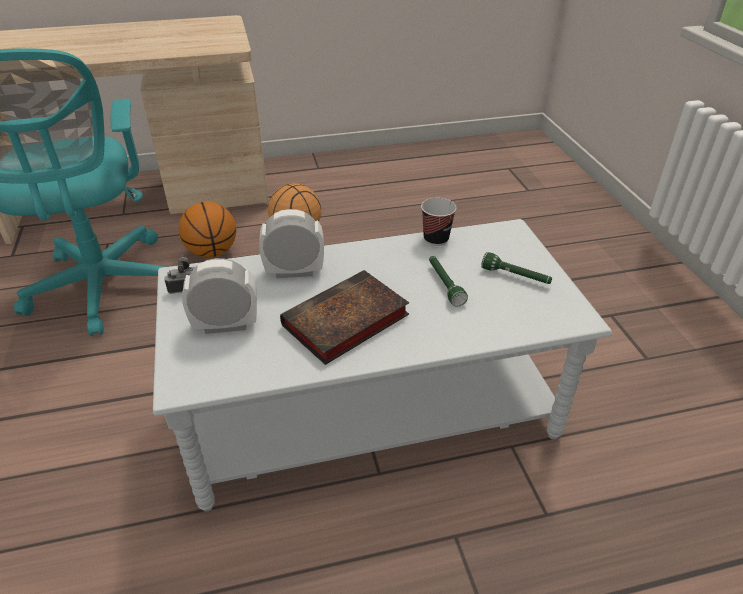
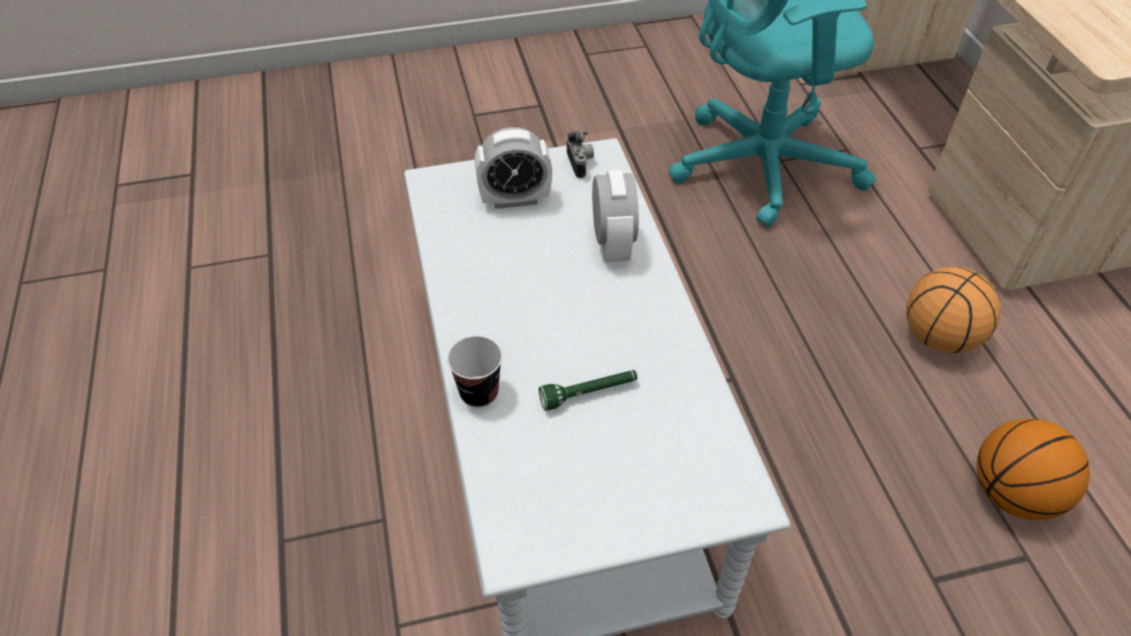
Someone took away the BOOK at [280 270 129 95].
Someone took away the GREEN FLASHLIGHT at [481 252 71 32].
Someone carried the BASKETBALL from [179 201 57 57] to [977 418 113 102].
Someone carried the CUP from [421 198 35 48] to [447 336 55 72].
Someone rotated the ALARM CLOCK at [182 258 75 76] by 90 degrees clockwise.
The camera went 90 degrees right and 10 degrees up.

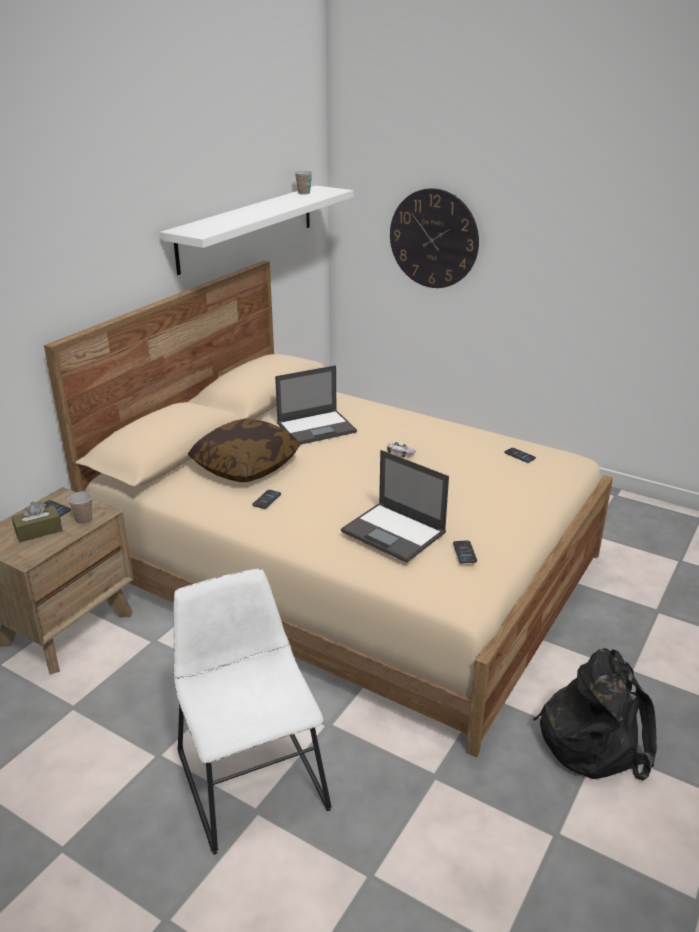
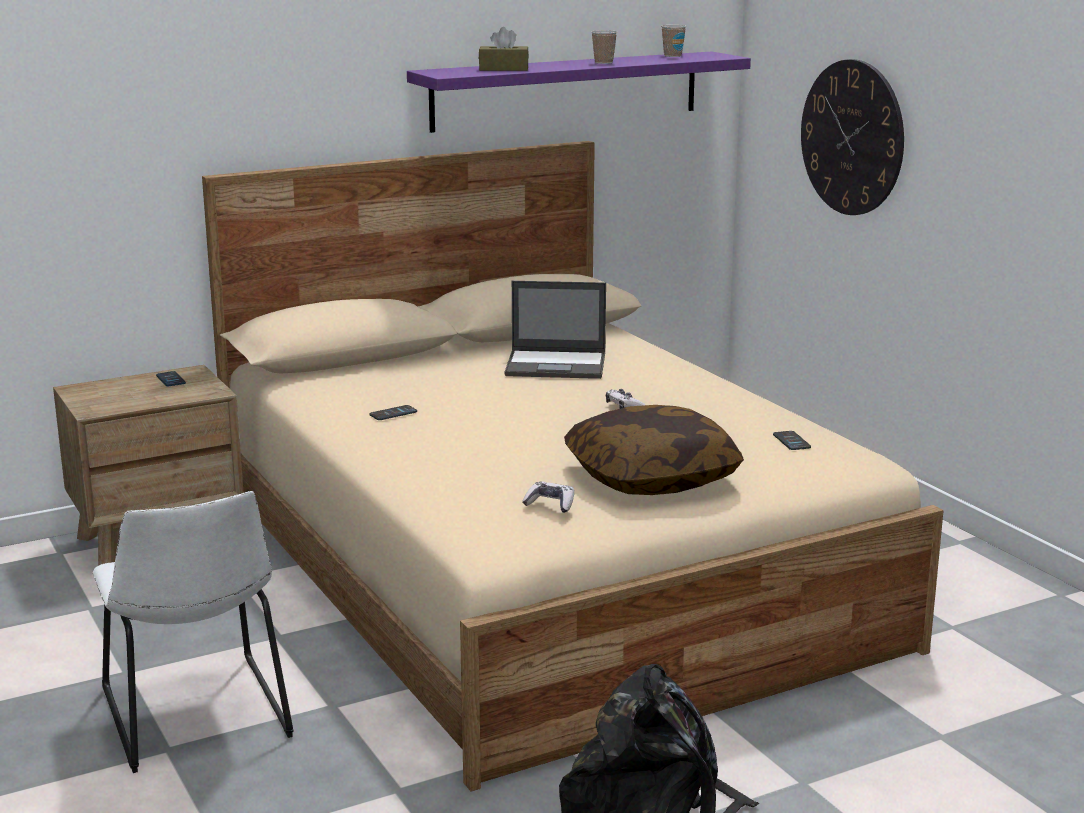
Someone took away the LAPTOP at [341 450 108 113].
Someone carried the BROWN TISSUE BOX from [12 502 51 40] to [479 27 50 44].
Someone carried the CUP from [68 492 24 32] to [591 30 26 34].
Someone carried the PILLOW from [188 419 113 63] to [564 405 180 90].
Someone swapped the PHONE at [453 541 24 22] for the GAME CONTROLLER at [522 481 52 32].
Someone repainted the WHITE SHELF at [160 186 193 89], which became the PURPLE SHELF at [407 51 344 82].
Someone rotated the WHITE CHAIR at [174 569 158 285] by 150 degrees clockwise.
The camera went 30 degrees right and 10 degrees down.

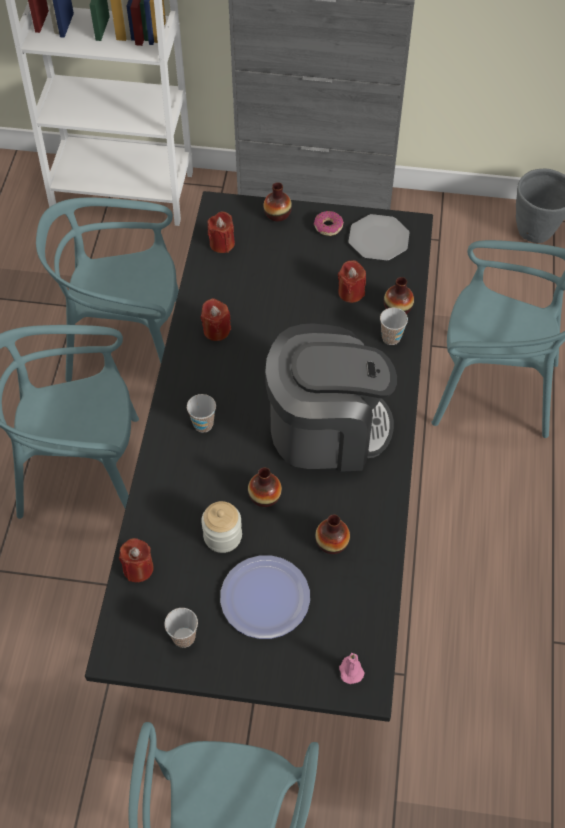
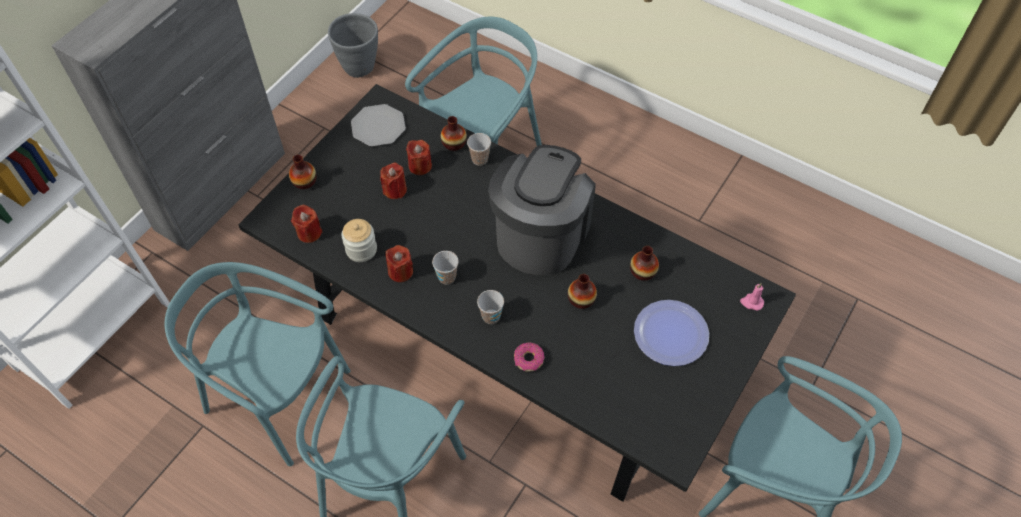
Someone carried the RED CANDLE from [119 538 35 44] to [380 163 27 36].
Someone carried the CUP from [164 608 34 40] to [432 251 26 34].
Someone carried the JAR from [201 501 41 52] to [341 219 36 43].
Someone carried the DONUT from [314 211 30 25] to [514 342 31 30].
Someone rotated the TURQUOISE CHAIR at [36 197 143 185] by 90 degrees clockwise.
The camera went 65 degrees left and 0 degrees up.

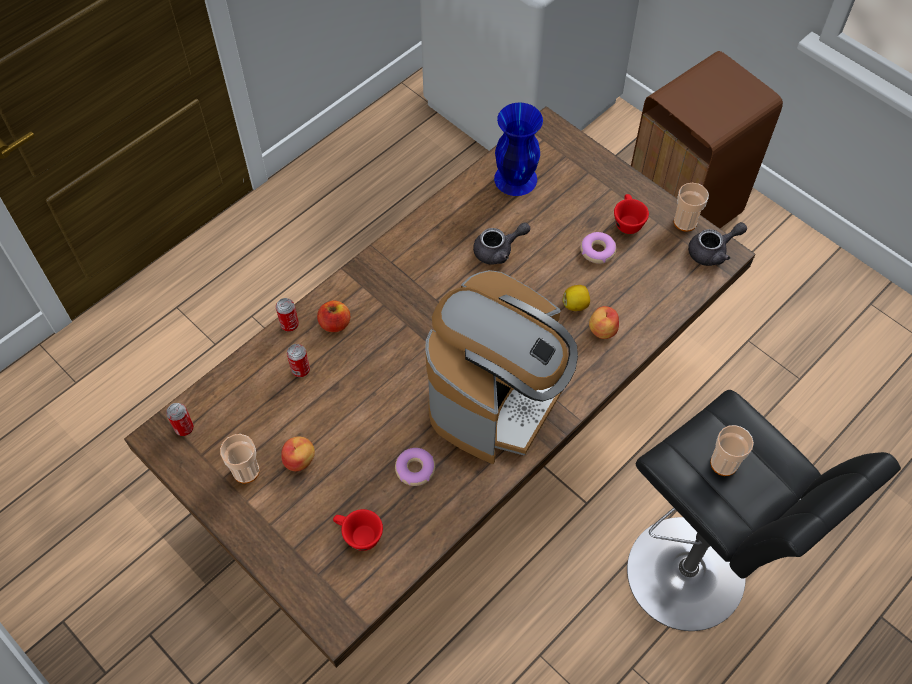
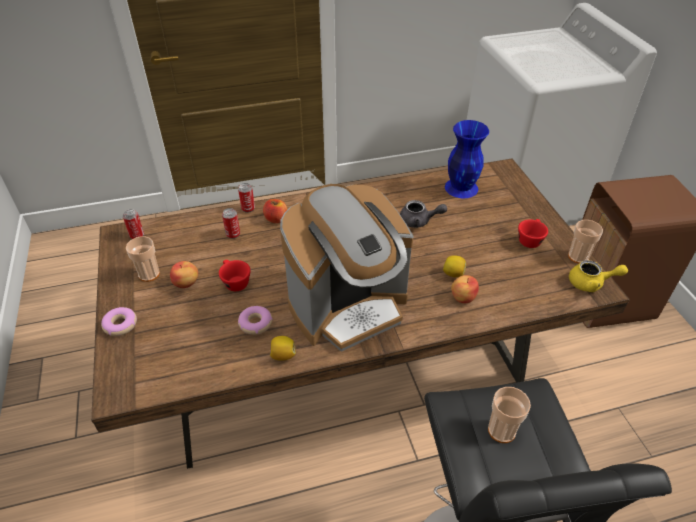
Someone put down the LEMON at [270 336 26 25].
Someone carried the RED CUP from [333 509 50 42] to [219 260 32 31].
Someone carried the DONUT from [581 232 35 32] to [101 307 36 29].
Someone repainted the GREY TEAPOT at [688 222 59 44], which became the YELLOW TEAPOT at [569 260 59 32].
The camera went 30 degrees right and 15 degrees down.

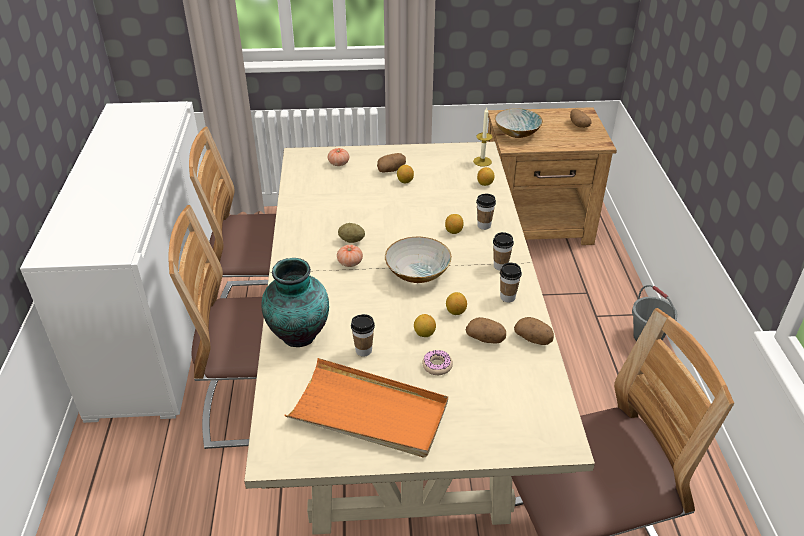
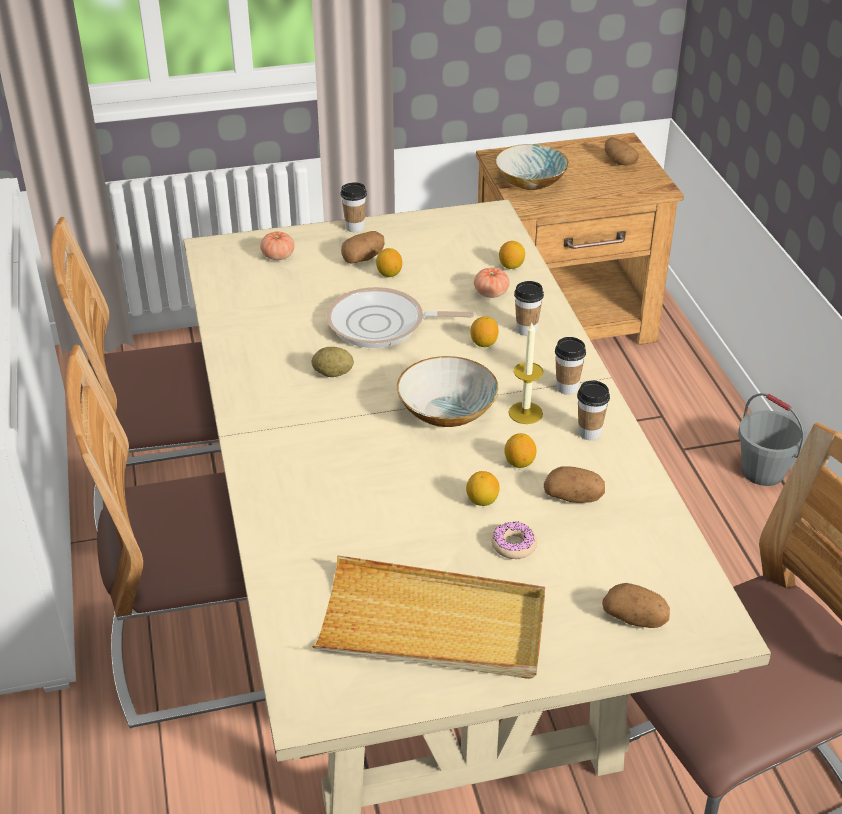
Someone took away the VASE at [261 258 68 89].
Someone put down the FRYING PAN at [326 287 148 61].
Someone carried the TOMATO from [337 245 26 22] to [474 268 36 30].
Someone carried the CUP from [351 314 24 43] to [341 182 26 50].
Someone carried the CANDLE from [473 108 19 59] to [508 323 36 101].
Someone carried the POTATO from [514 317 40 28] to [602 583 68 45].
Someone repainted the ORANGE TRAY at [285 358 163 99], which became the BEIGE TRAY at [312 555 233 124].
The camera went 10 degrees left and 0 degrees up.

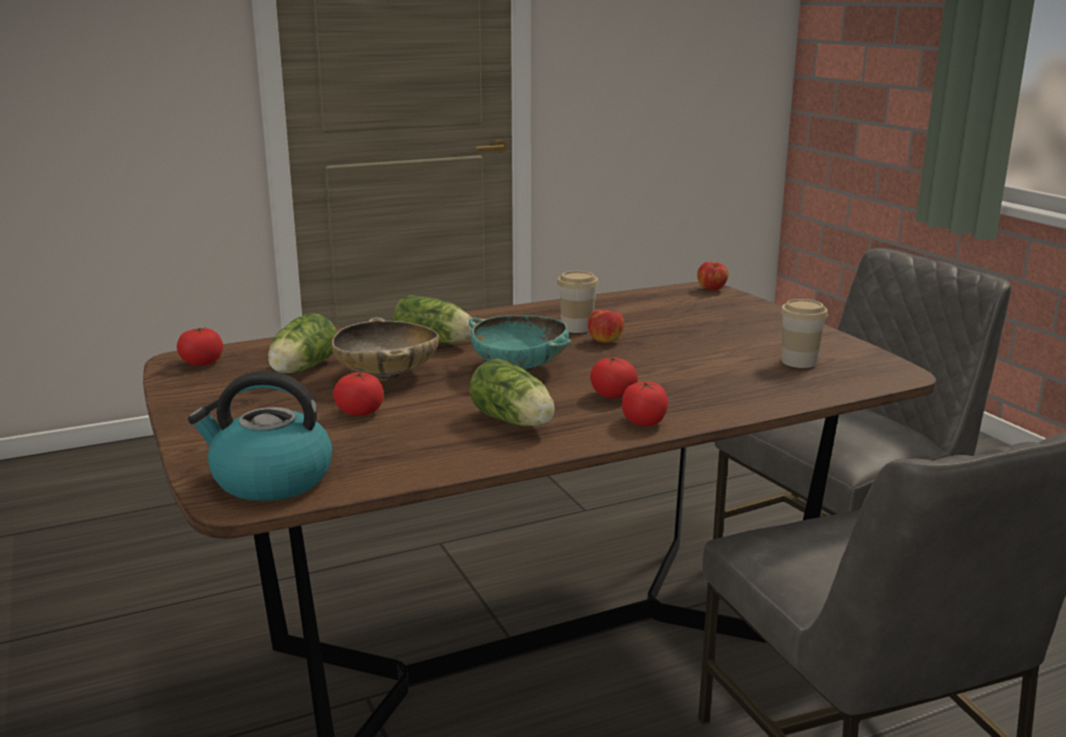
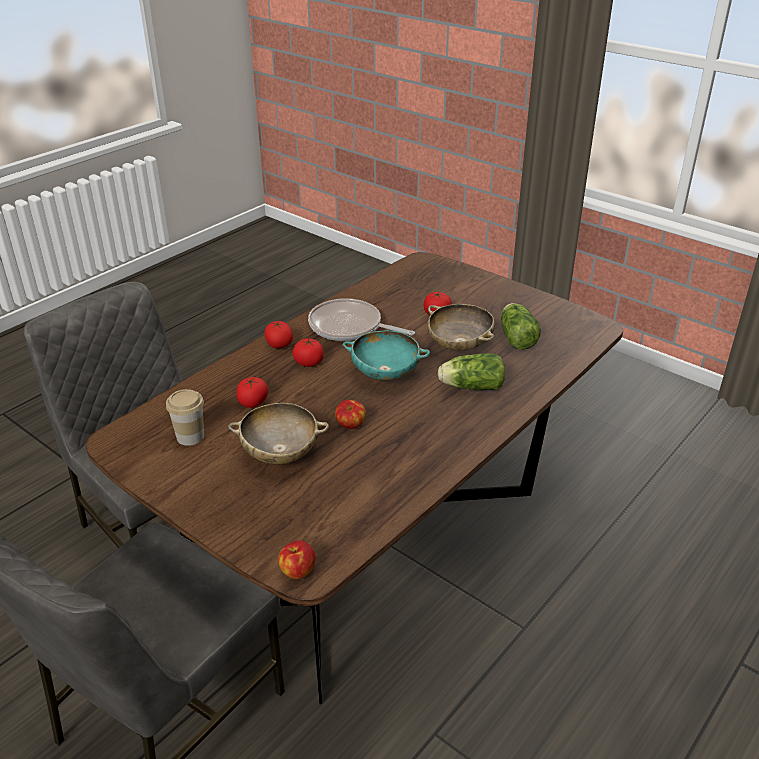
Someone took away the KETTLE at [188 371 145 130].
Someone took away the CUP at [557 271 42 62].
Someone put down the BEIGE BOWL at [228 403 101 61].
Someone carried the TOMATO from [177 327 46 39] to [236 377 33 31].
Someone swapped the LETTUCE at [470 359 85 68] for the FRYING PAN at [308 298 107 43].
The camera went 155 degrees right and 15 degrees up.

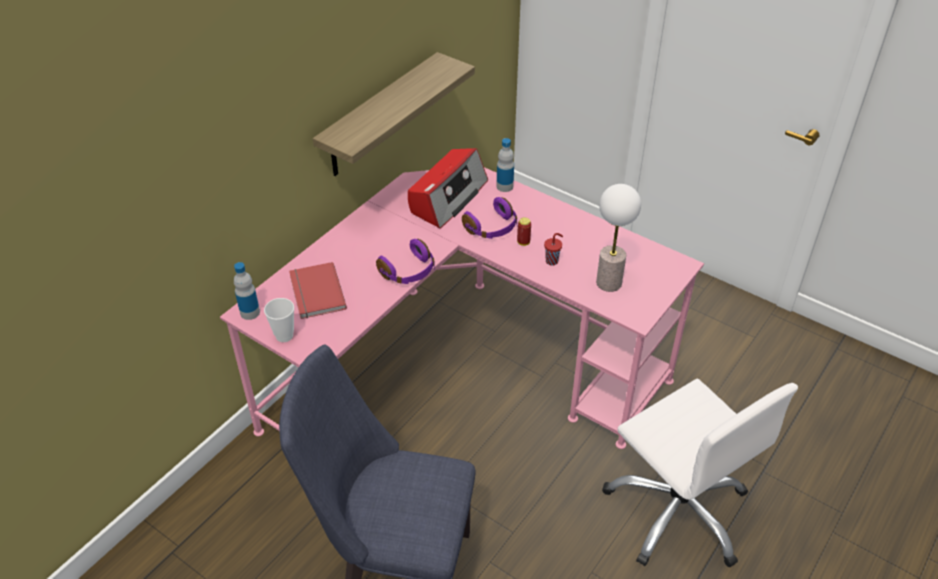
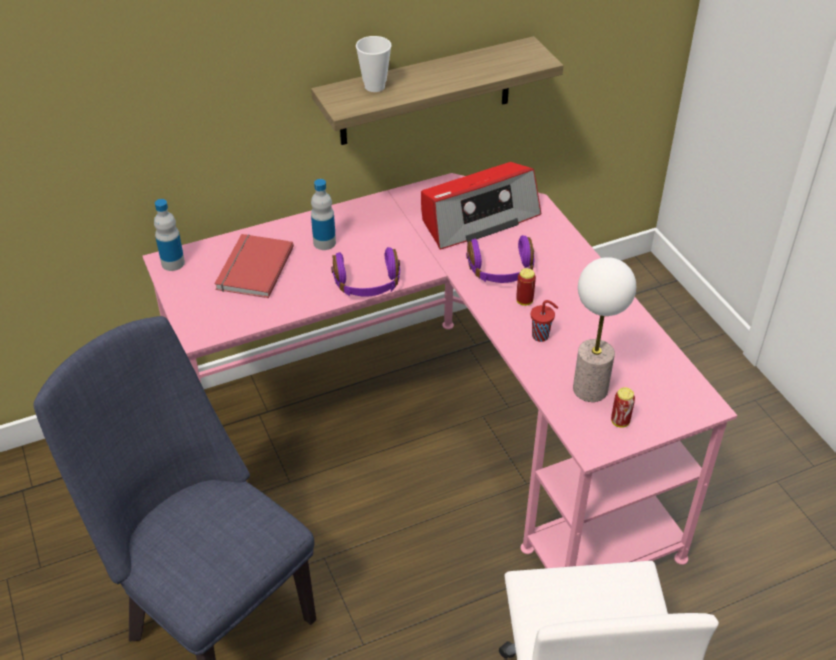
Someone put down the CAN at [611 387 24 41].
Someone carried the CUP from [264 298 30 44] to [356 36 35 56].
Someone carried the BOTTLE from [496 138 18 54] to [311 179 25 71].
The camera went 30 degrees right and 0 degrees up.

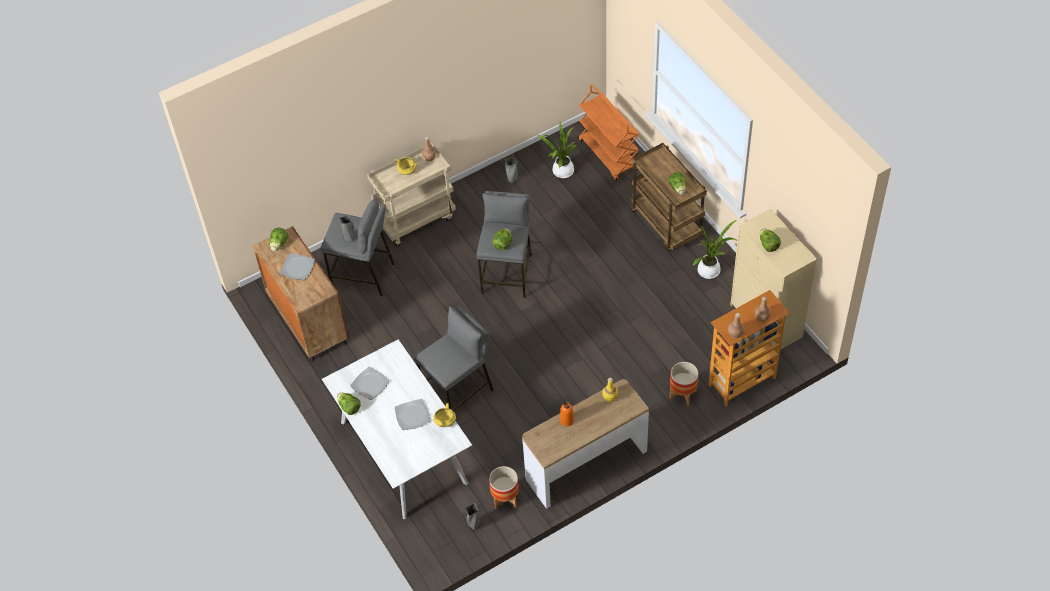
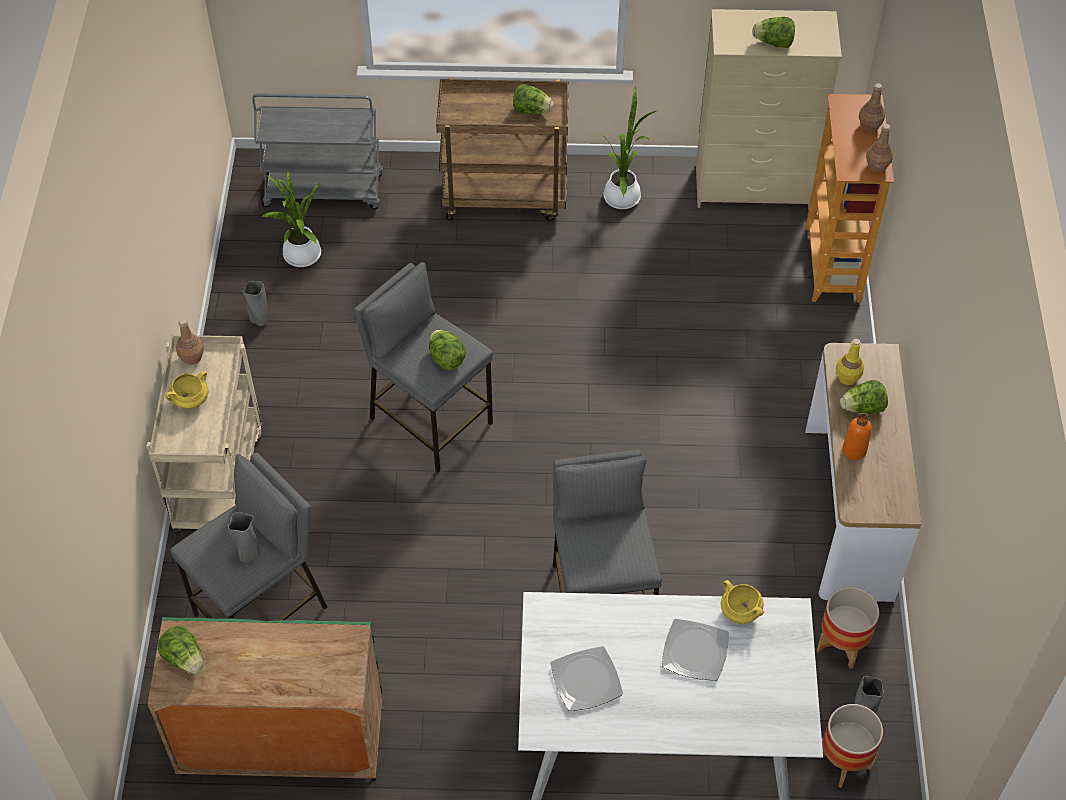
Someone took away the PLATE at [279 253 36 27].
Someone carried the LETTUCE from [337 393 23 22] to [840 380 48 34].
Someone carried the PLANTER from [670 362 28 44] to [822 704 61 84].
Someone repainted the BROWN CABINET at [253 226 96 136], which became the GREEN CABINET at [148 617 234 164].
Someone repainted the ORANGE CART at [579 84 60 97], which became the GREY CART at [252 93 131 116].
The camera went 60 degrees left and 0 degrees up.

